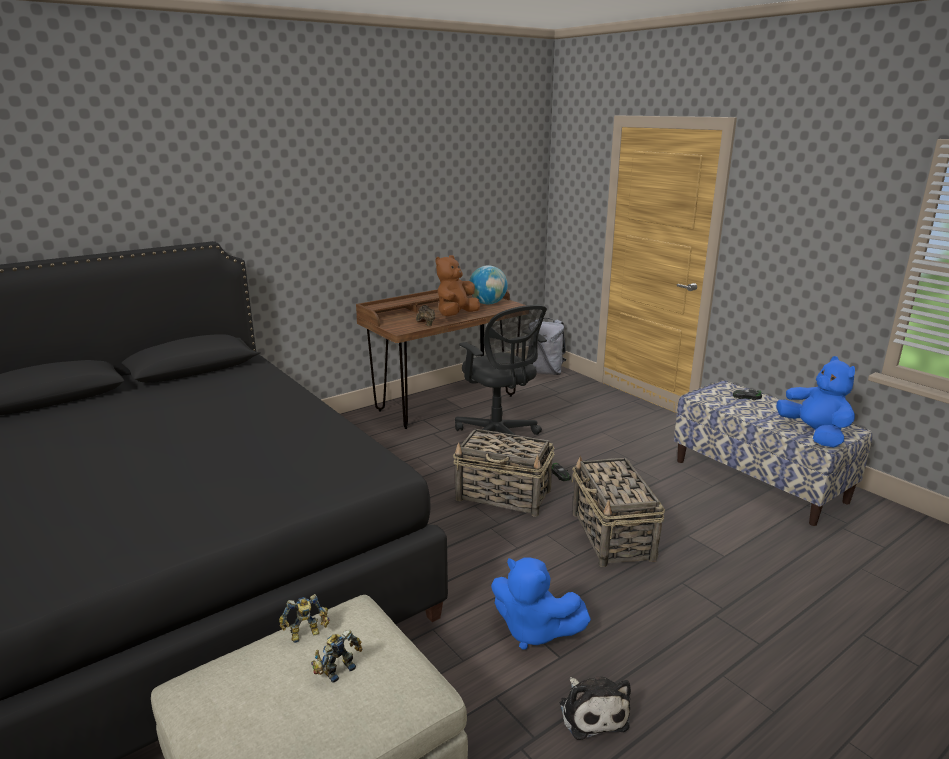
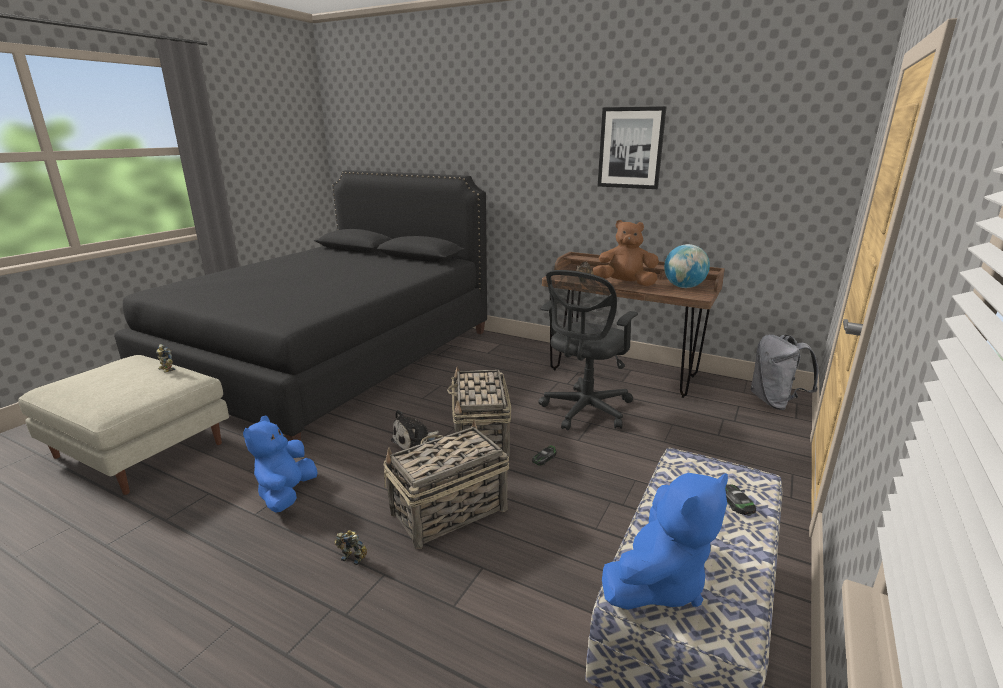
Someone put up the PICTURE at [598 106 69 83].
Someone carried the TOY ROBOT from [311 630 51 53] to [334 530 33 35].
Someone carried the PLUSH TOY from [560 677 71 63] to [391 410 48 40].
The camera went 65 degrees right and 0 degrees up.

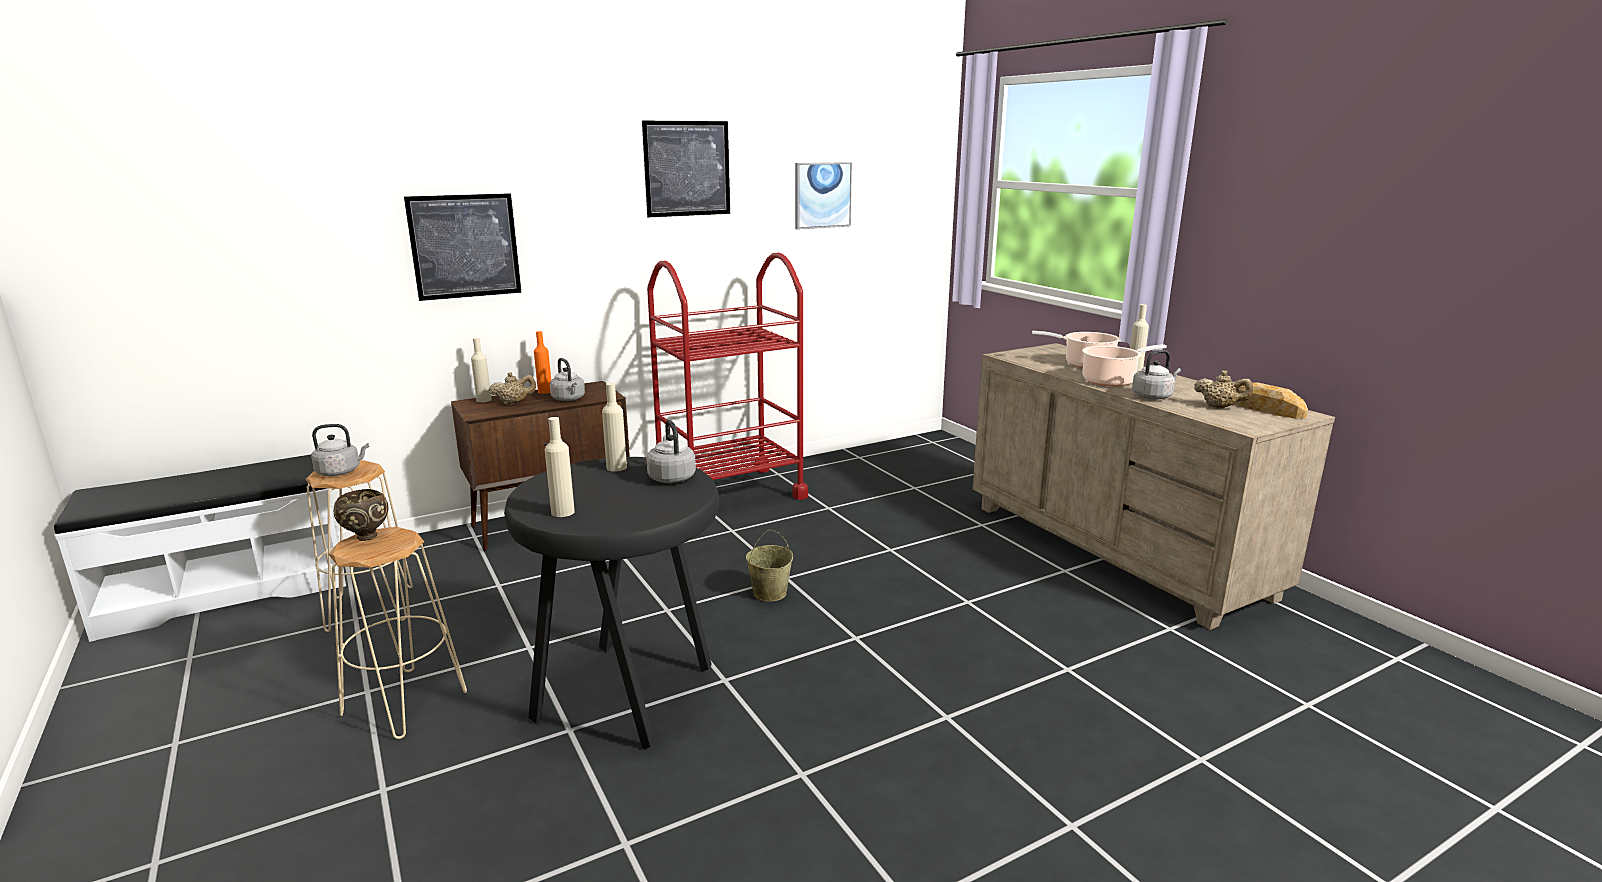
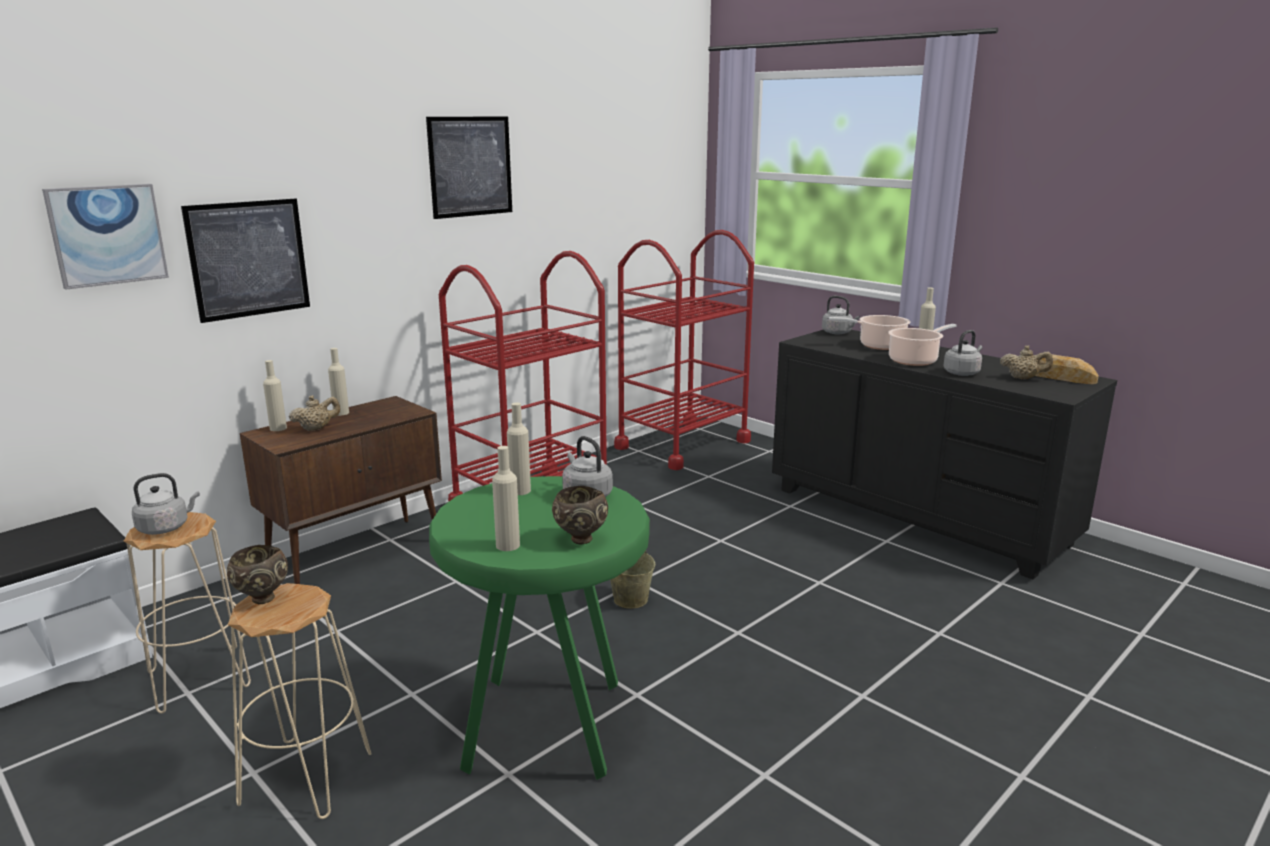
Someone put down the BROWN BOWL at [552 486 56 58].
Someone put down the RED CART at [614 230 140 240].
Someone carried the GREY KETTLE from [550 358 35 43] to [822 296 38 38].
Someone carried the PICTURE from [795 162 57 68] to [42 184 127 106].
Someone repainted the BLACK STOOL at [504 457 215 292], which became the GREEN STOOL at [429 476 221 304].
Someone repainted the ORANGE BOTTLE at [534 331 17 63], which became the BEIGE BOTTLE at [328 348 21 68].
Someone repainted the BEIGE DRESSER at [972 343 363 287], which became the BLACK DRESSER at [772 330 345 249].
The camera went 15 degrees left and 0 degrees up.

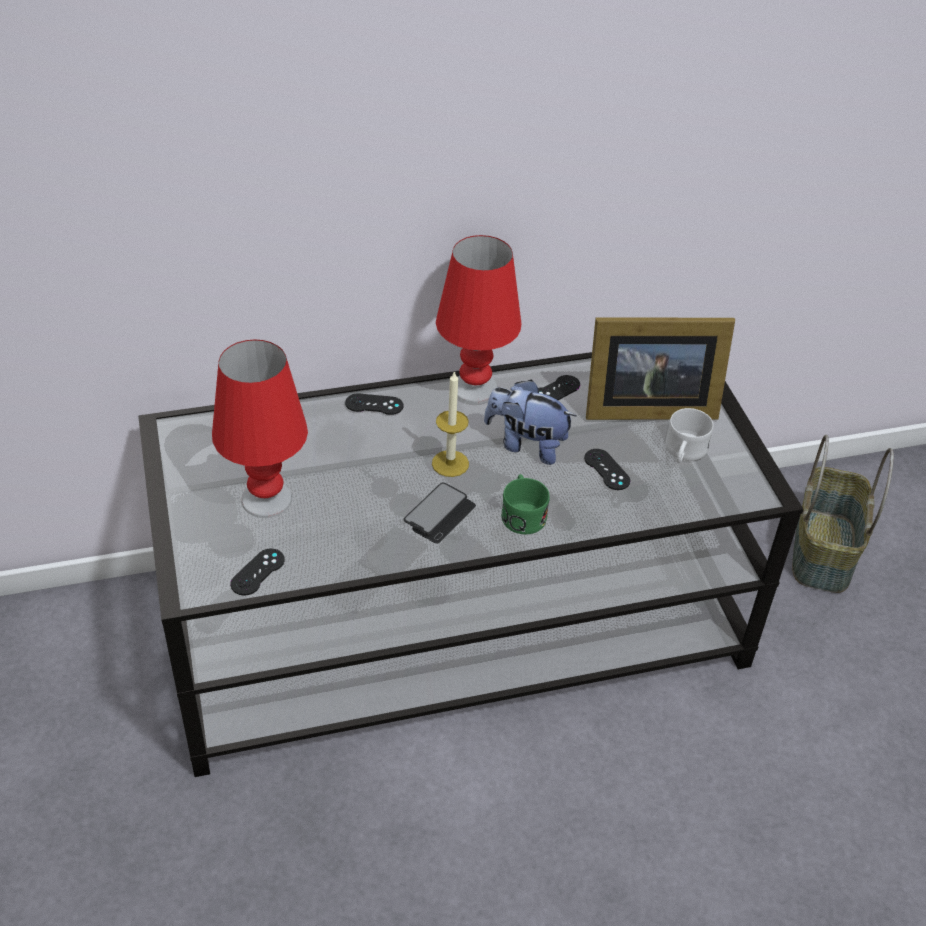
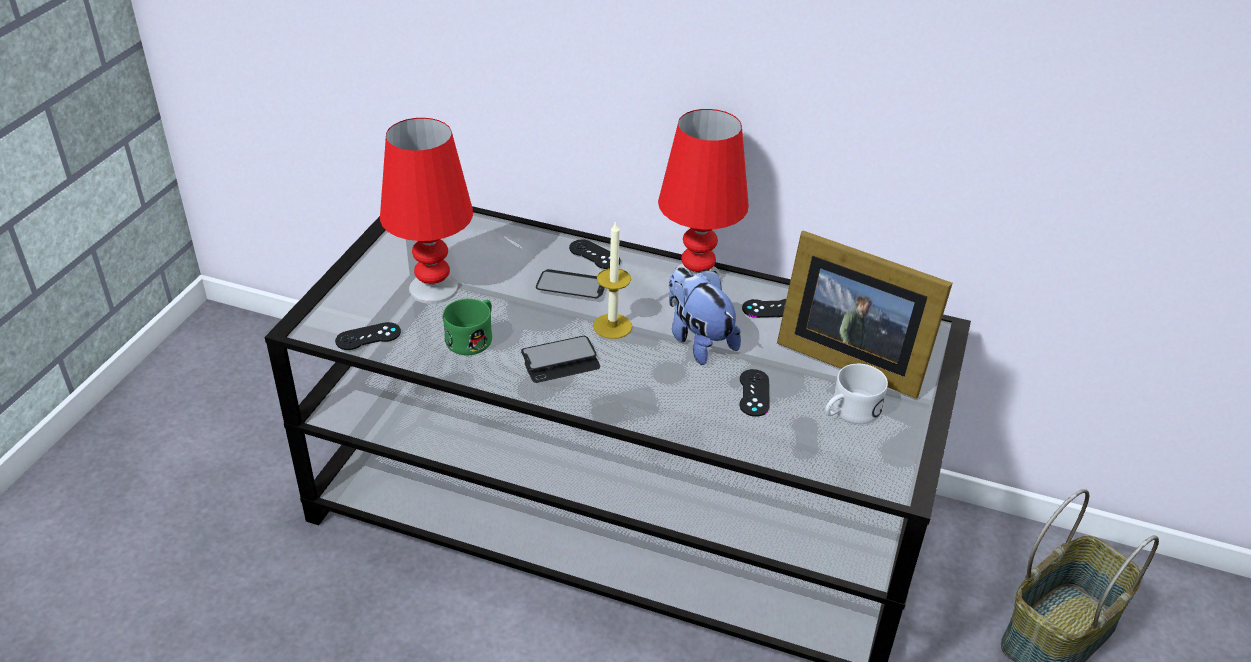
Someone put down the PHONE at [536 269 69 29].
Someone carried the GREEN MUG from [501 474 49 60] to [443 299 49 56].
The camera went 35 degrees right and 5 degrees down.

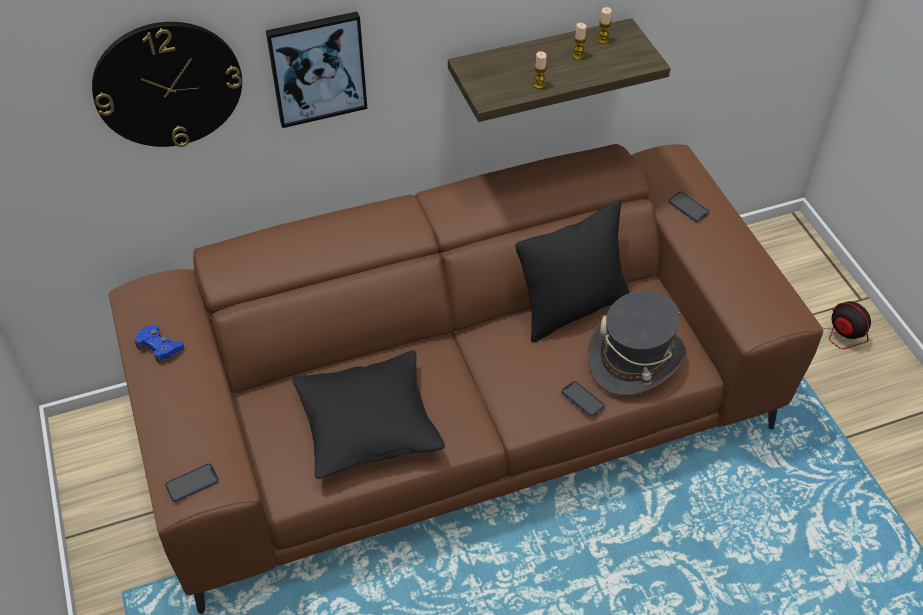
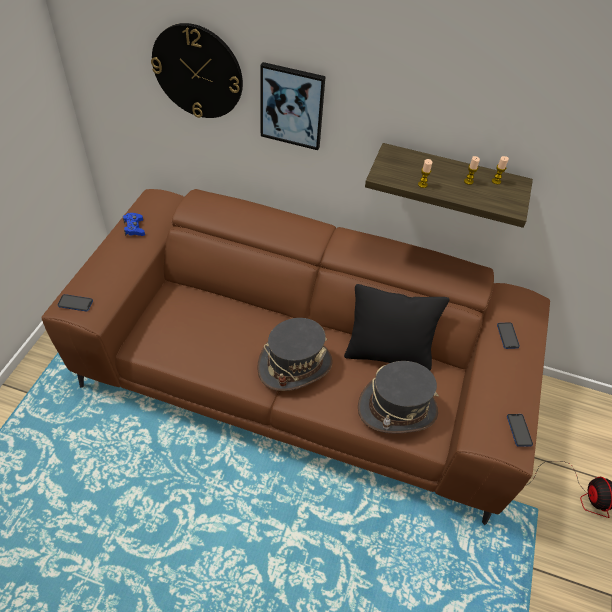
Someone took away the BLACK PILLOW at [292 350 153 129].
Someone put down the GREY HAT at [257 318 76 73].
Someone carried the PHONE from [561 381 44 36] to [507 414 26 33].
The camera went 35 degrees right and 0 degrees up.

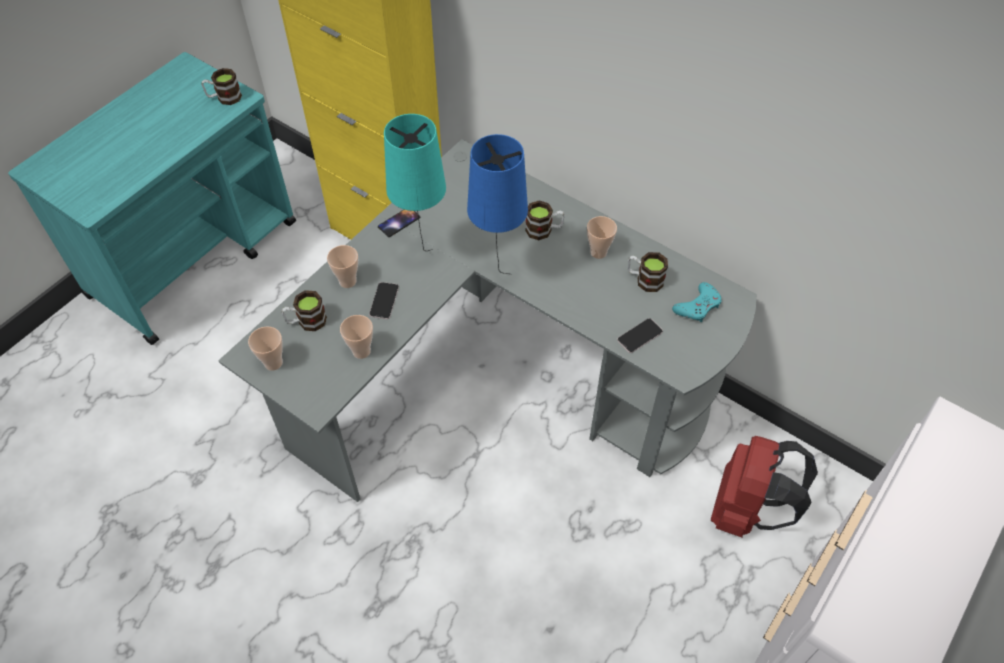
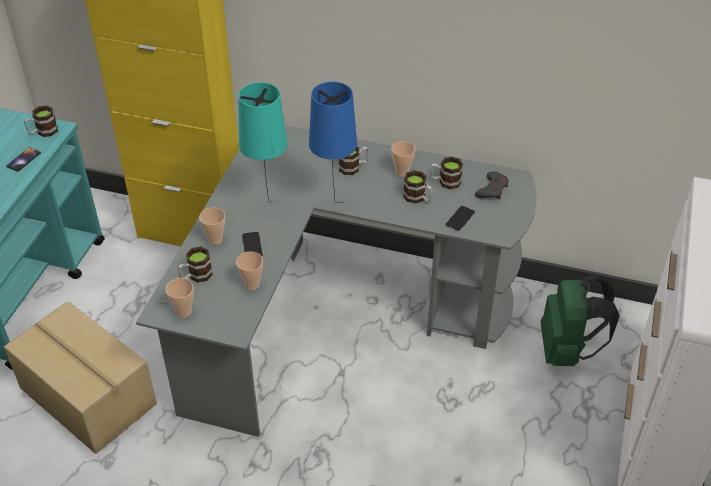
Someone put down the CARDBOARD BOX at [4 301 153 153].
Someone put down the MUG at [403 170 30 34].
Someone carried the PHONE from [378 210 42 27] to [6 147 35 25].
Someone repainted the TURQUOISE GAME CONTROLLER at [672 282 50 40], which became the GREY GAME CONTROLLER at [475 171 34 28].
Someone repainted the RED BACKPACK at [711 436 107 101], which became the GREEN BACKPACK at [540 275 79 91].
The camera went 20 degrees left and 10 degrees down.

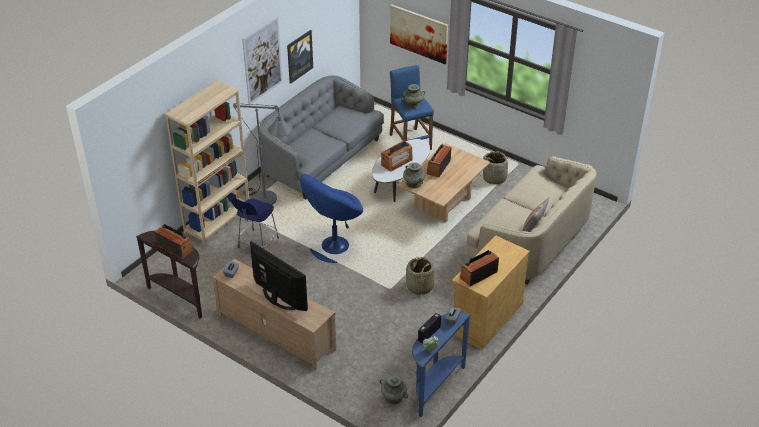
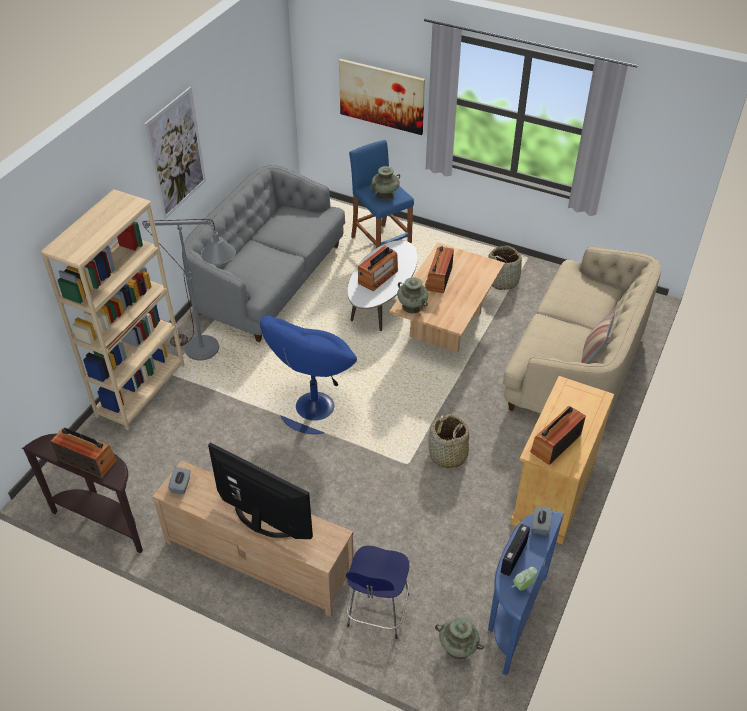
Someone took away the PICTURE at [287 30 26 54].
Someone carried the BLUE STOOL from [232 199 47 50] to [346 545 63 94].
The camera went 10 degrees left and 5 degrees up.

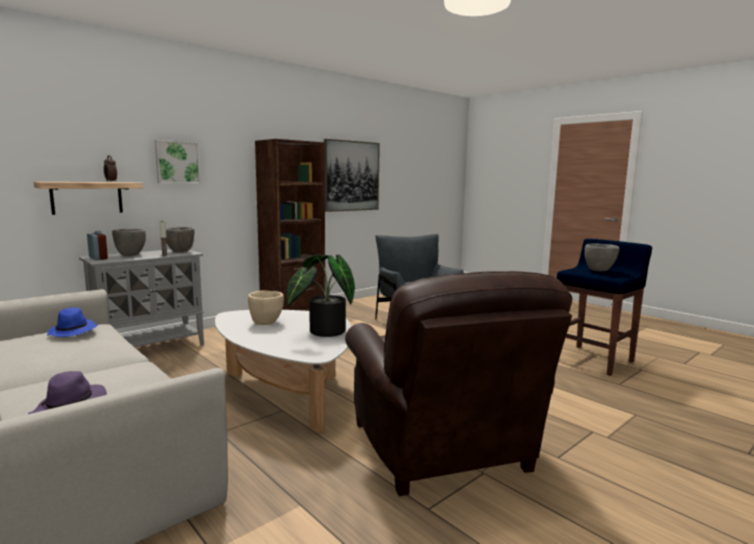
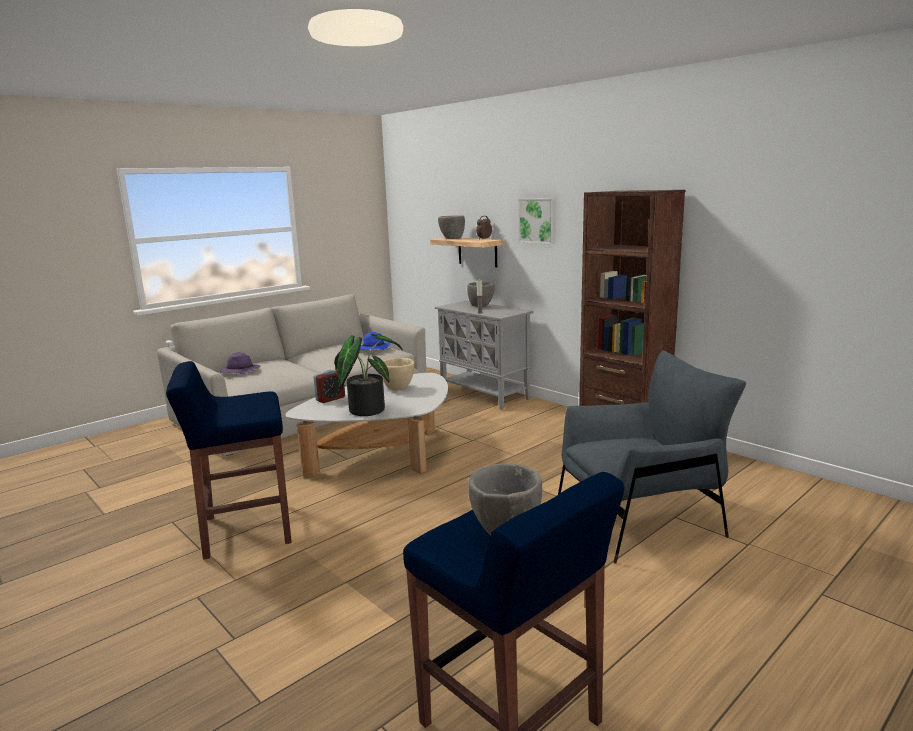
Someone took away the PICTURE at [324 139 56 73].
Someone carried the ALARM CLOCK from [87 231 21 29] to [314 370 31 33].
Someone carried the GREY BOWL from [166 227 28 26] to [438 215 27 24].
Someone swapped the BROWN ARMCHAIR at [345 271 227 225] for the BLUE STOOL at [166 361 126 198].
The camera went 90 degrees right and 5 degrees up.

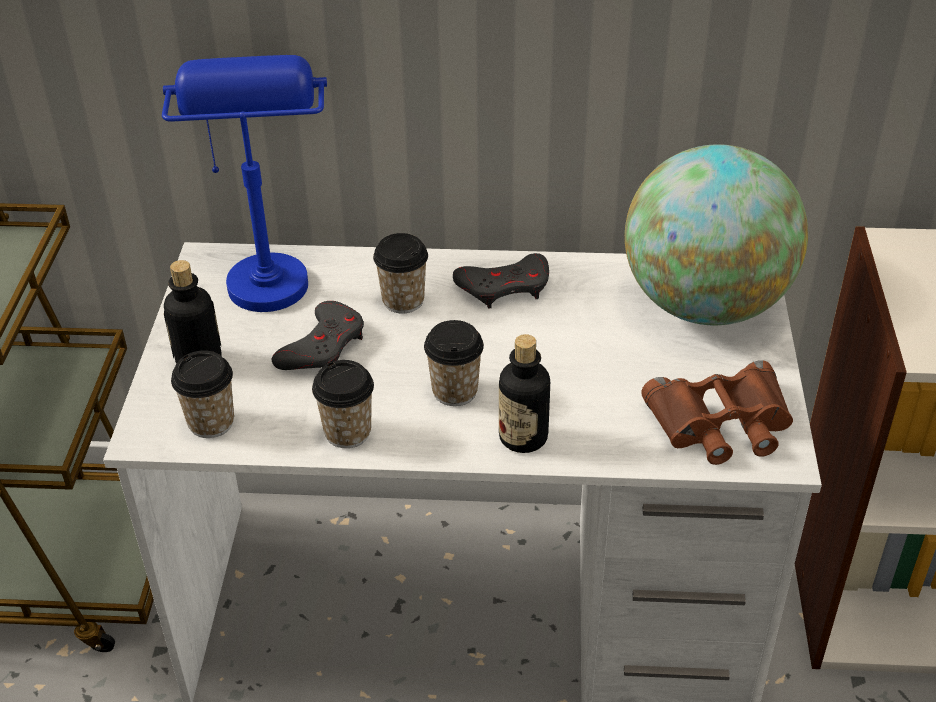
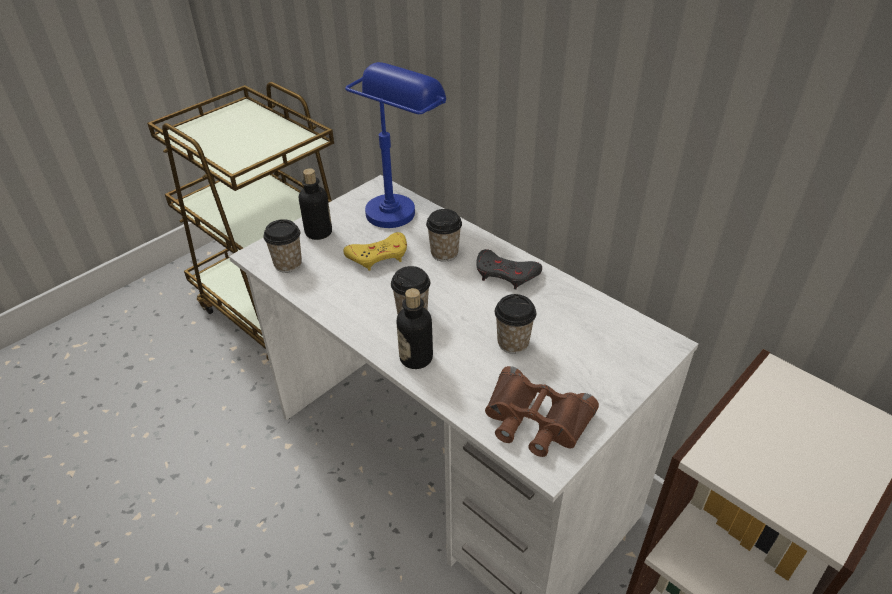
Someone took away the GLOBE at [625 144 183 181].
Someone carried the CUP from [312 360 62 88] to [495 294 41 60].
Someone repainted the GREY GAME CONTROLLER at [272 301 92 69], which became the YELLOW GAME CONTROLLER at [343 232 64 39].
The camera went 40 degrees right and 0 degrees up.

